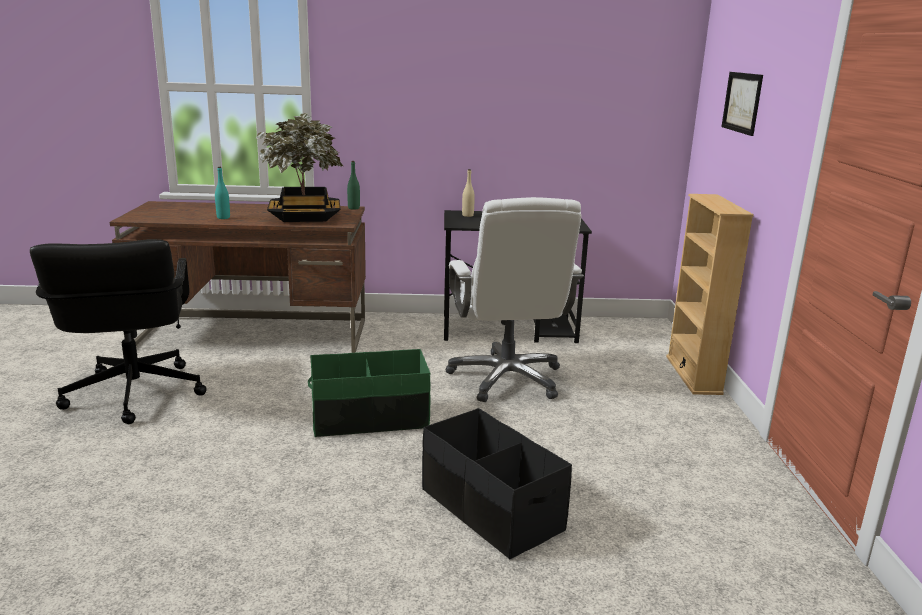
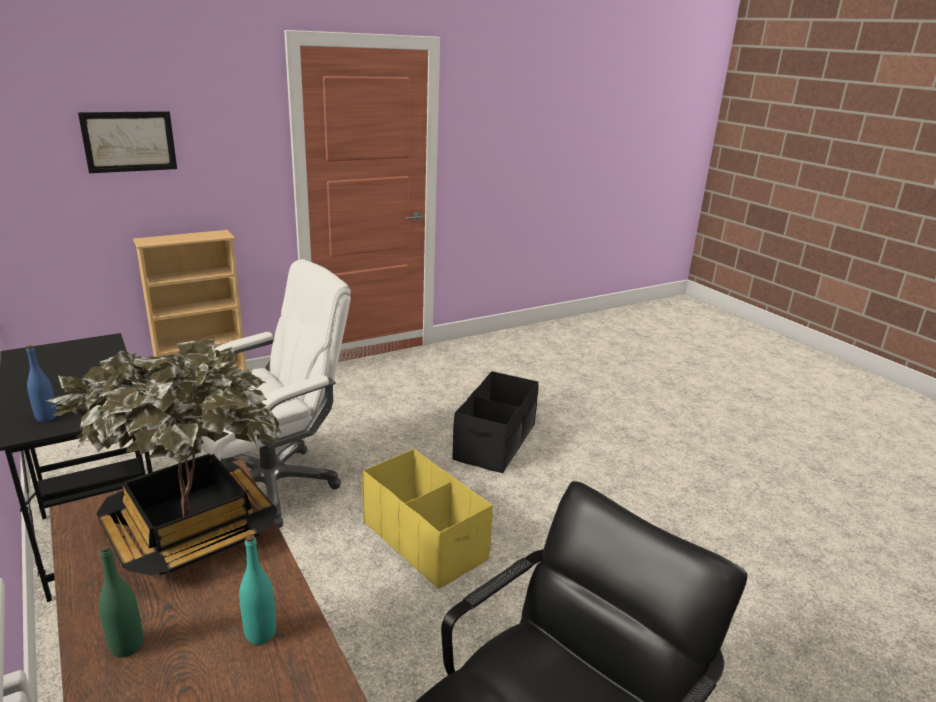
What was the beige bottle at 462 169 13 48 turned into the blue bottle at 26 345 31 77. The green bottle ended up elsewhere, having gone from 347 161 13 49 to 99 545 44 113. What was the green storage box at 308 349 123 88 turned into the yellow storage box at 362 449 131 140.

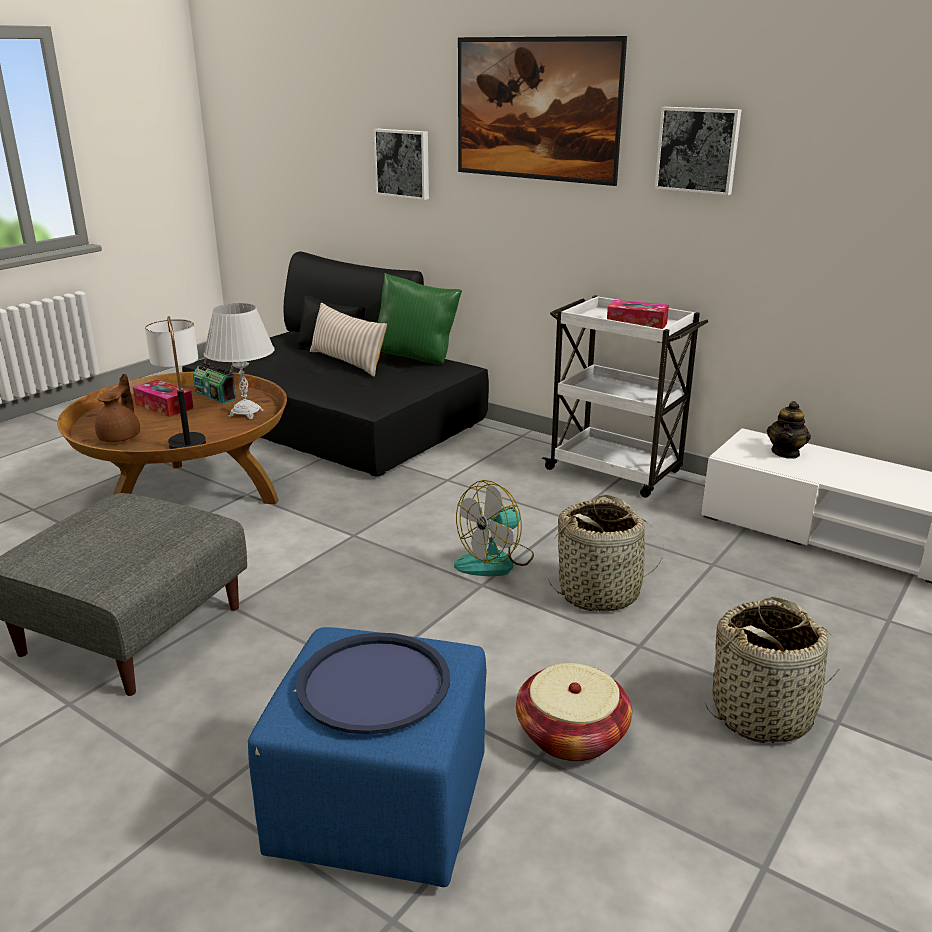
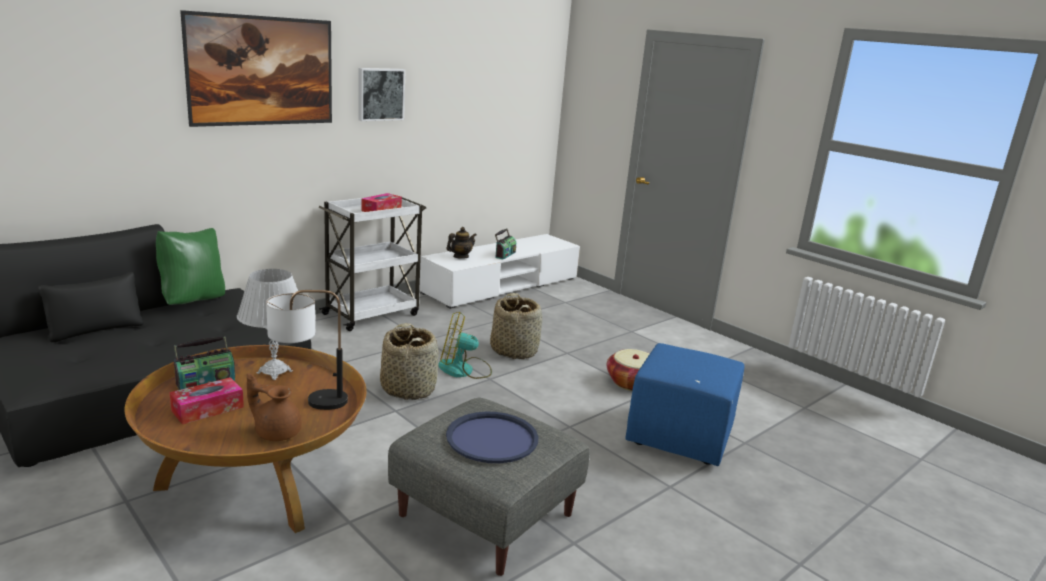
The basket ended up elsewhere, having gone from 705 597 134 146 to 380 323 59 77. The fan at 454 480 80 96 ended up facing another way, 120 degrees clockwise from before. The blue tray ended up elsewhere, having gone from 296 632 154 102 to 446 412 92 51. The teapot at 767 401 44 58 ended up facing another way, 75 degrees counterclockwise from before. The second view gained the radio at 495 229 21 31. The second view lost the beige pillow at 310 303 77 74. The second view lost the picture at 373 129 56 71.

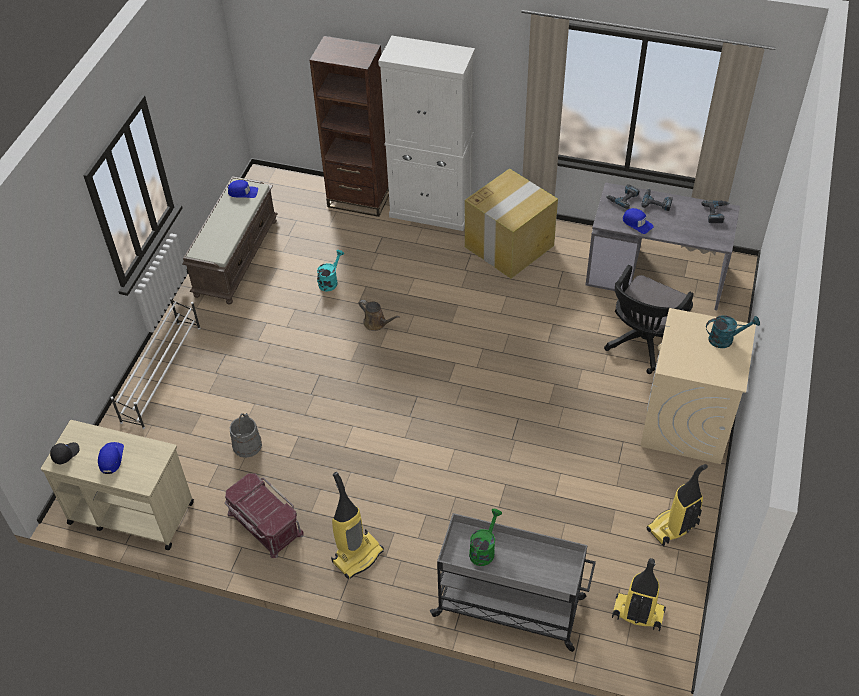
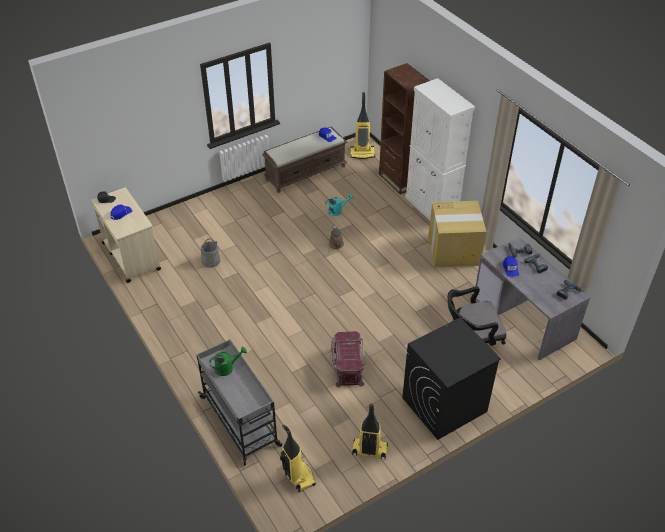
The red storage box ended up elsewhere, having gone from 225 474 79 84 to 331 331 34 57. The vacuum cleaner ended up elsewhere, having gone from 331 472 53 107 to 350 92 25 67. What was the beige washing machine at 640 308 116 156 turned into the black washing machine at 402 317 99 123. The second view lost the white shoe rack at 111 297 90 132. The second view lost the turquoise watering can at 706 315 54 33.

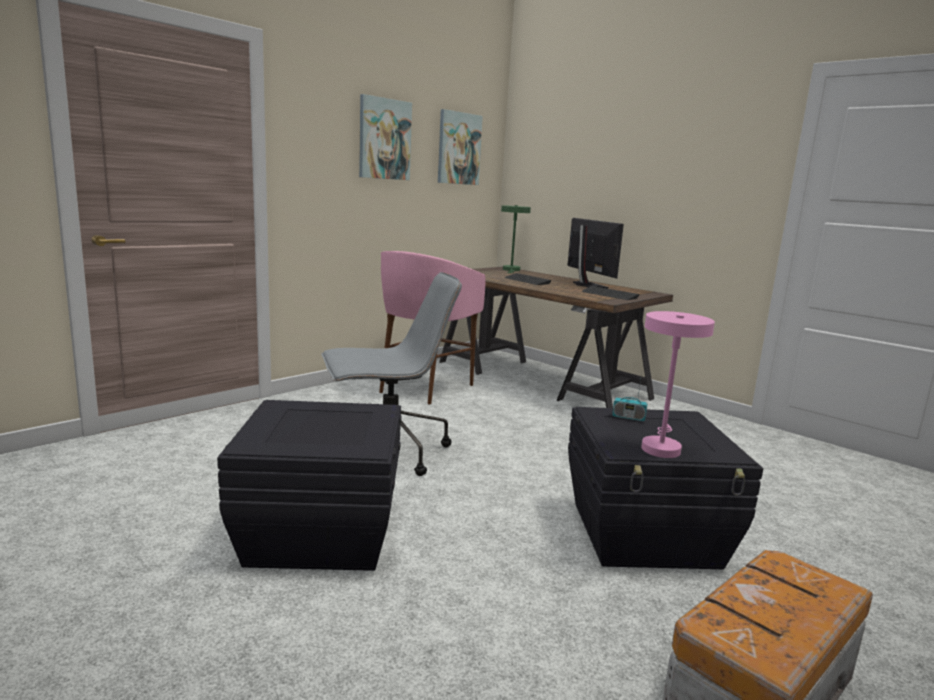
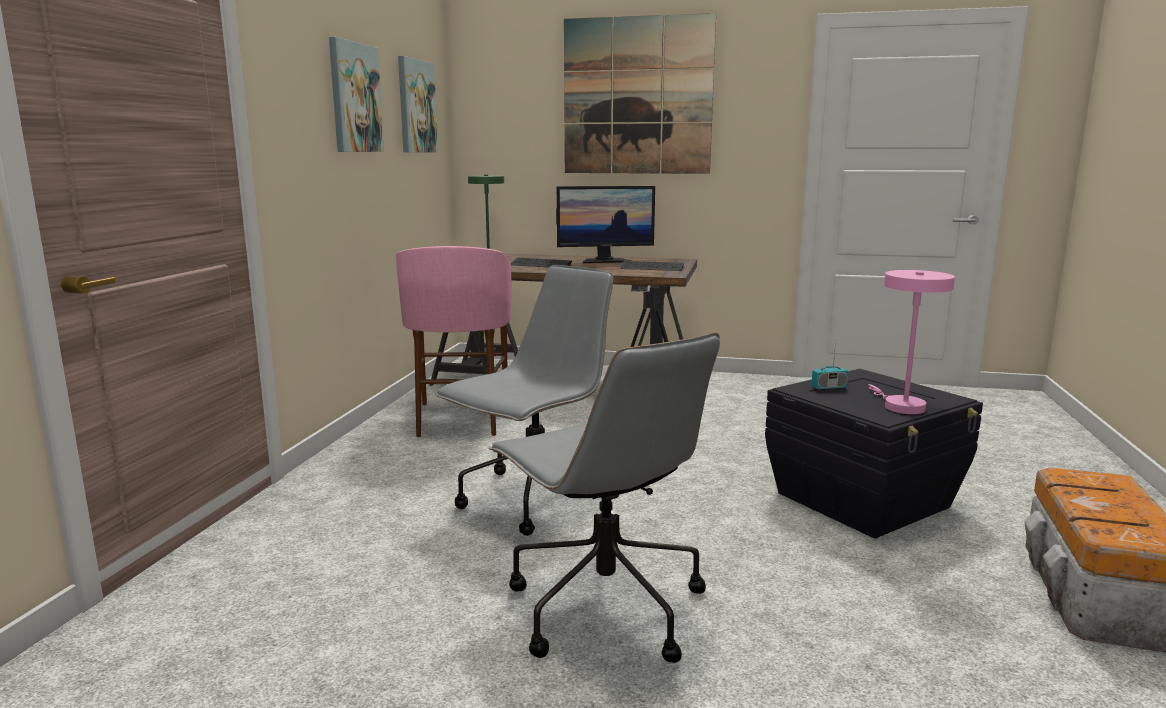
Where the black storage box stood at 217 400 185 171, the grey office chair came to stand at 489 332 231 331. The monitor at 568 218 56 71 ended up facing another way, 135 degrees clockwise from before. The second view gained the picture at 564 13 152 161.

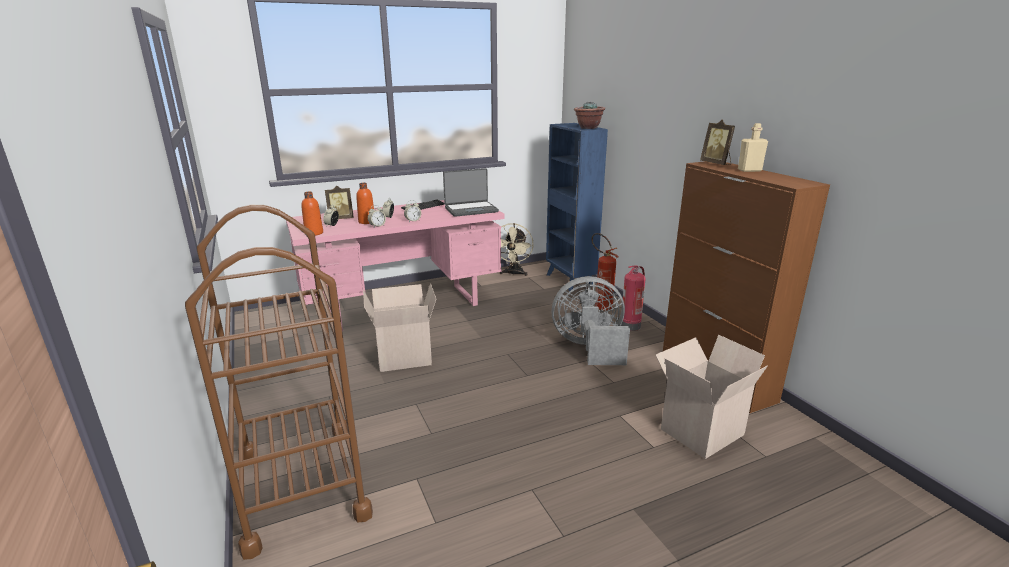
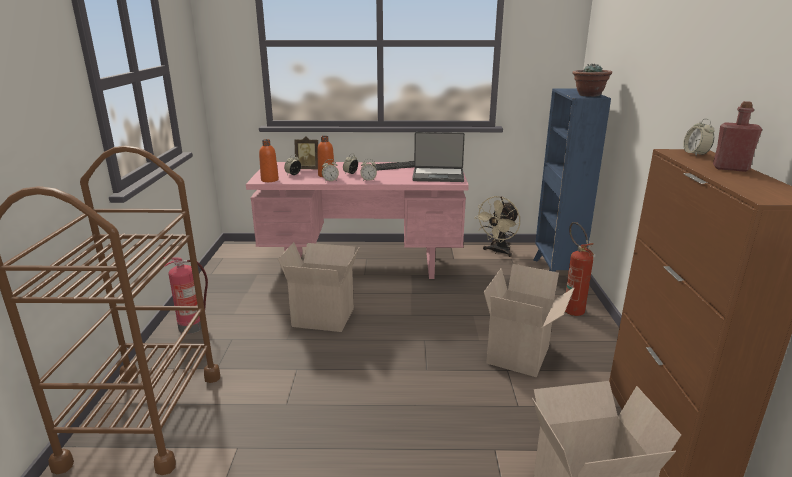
The fire extinguisher ended up elsewhere, having gone from 621 265 25 66 to 163 257 45 77. Where the grey fan stood at 552 276 78 89, the cardboard box came to stand at 484 264 91 113. Where the picture frame stood at 700 120 35 45, the alarm clock came to stand at 683 118 32 38. What was the beige bottle at 738 123 30 49 turned into the red bottle at 713 101 49 71.

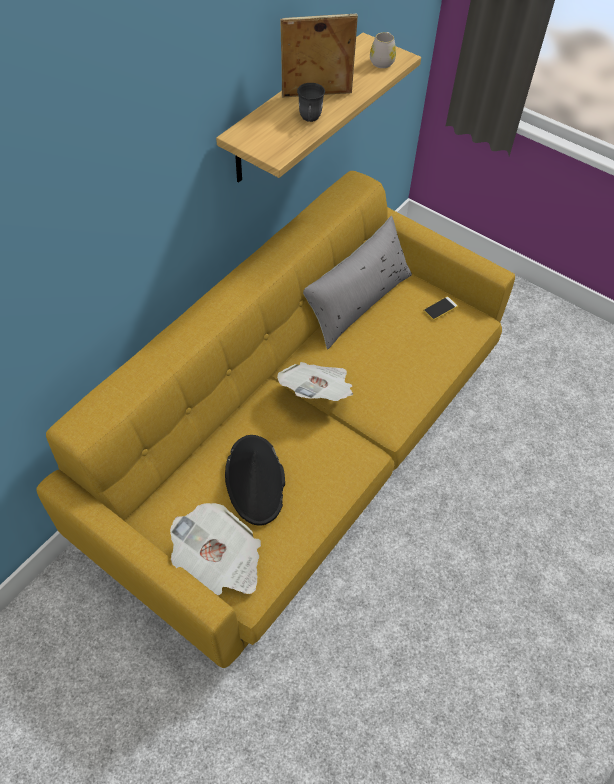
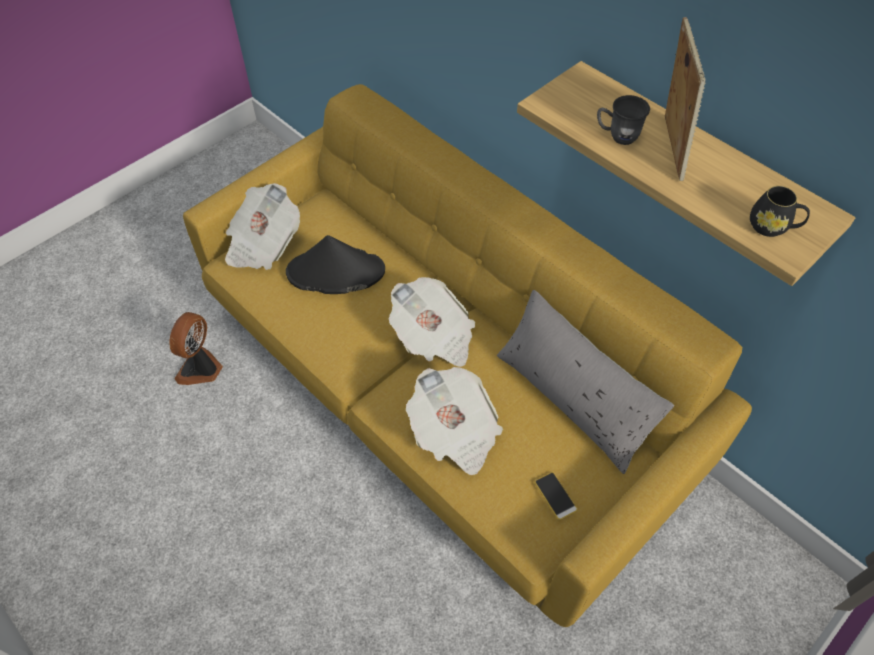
The second view gained the fan at 169 312 54 73. The second view gained the newspaper at 406 367 97 108. What was the white mug at 370 32 26 36 turned into the black mug at 750 186 60 51.

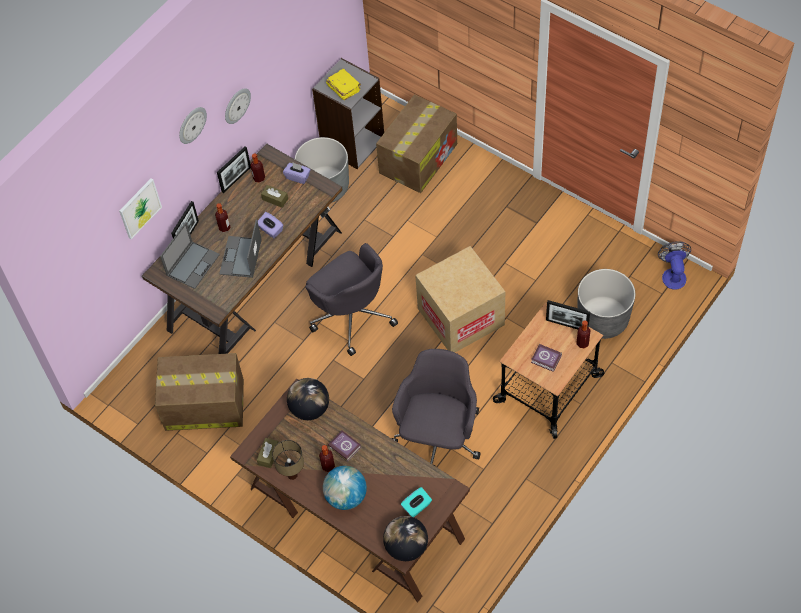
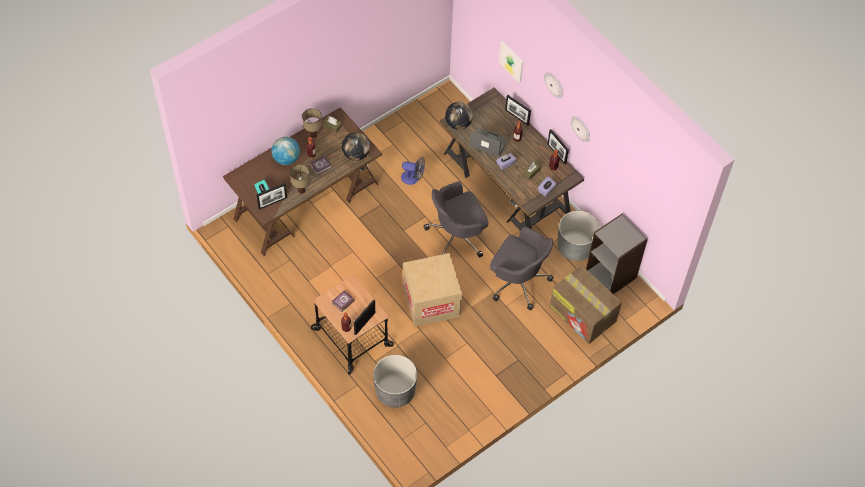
The second view gained the picture frame at 257 183 30 27. The second view gained the table lamp at 290 164 20 30. The fan ended up elsewhere, having gone from 658 241 33 49 to 401 157 24 28. The globe ended up elsewhere, having gone from 383 516 45 45 to 445 102 28 28. The grey office chair ended up elsewhere, having gone from 391 349 89 117 to 490 226 63 84. The second view lost the cardboard box at 155 353 89 78. The second view lost the laptop at 160 222 60 67. The second view lost the yellow book at 326 69 35 31.

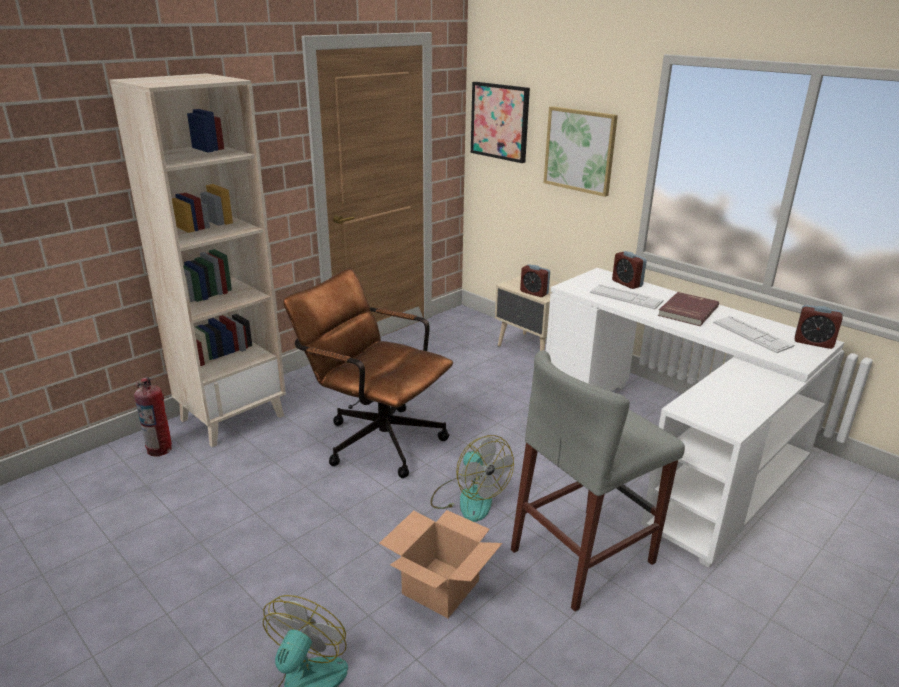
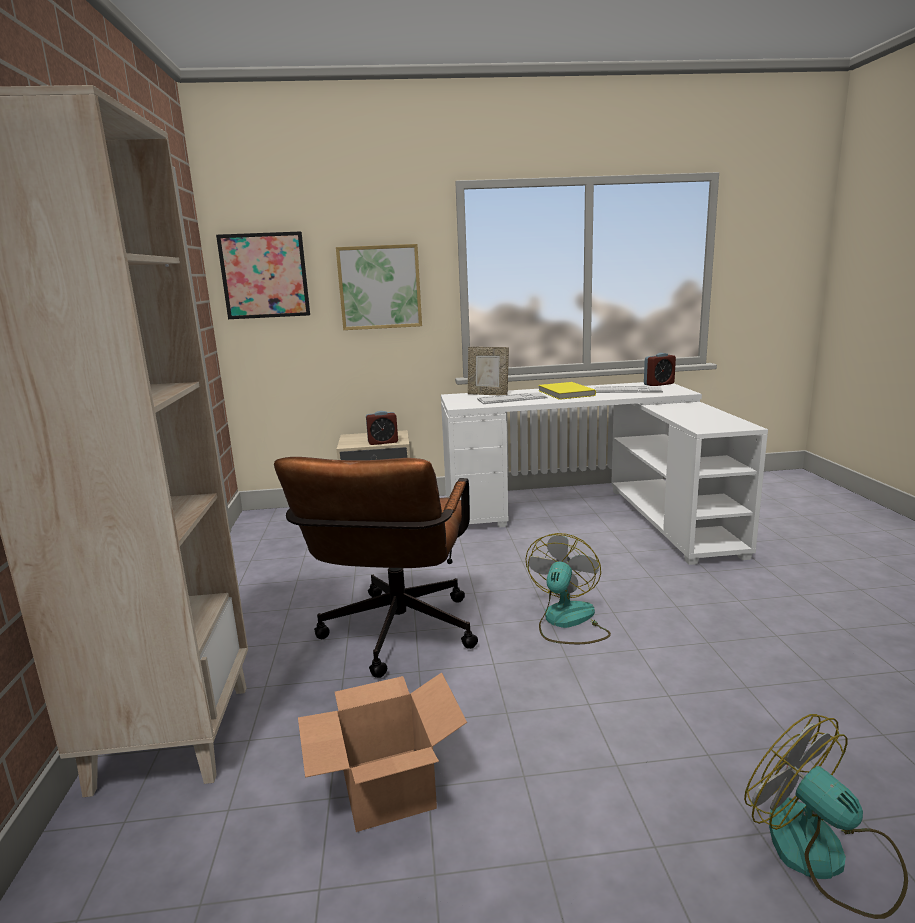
The brown office chair at 283 268 170 210 ended up facing another way, 60 degrees counterclockwise from before. The cardboard box ended up elsewhere, having gone from 379 510 124 108 to 298 672 169 160. Where the alarm clock stood at 612 251 35 38, the picture frame came to stand at 468 347 41 48. The fan at 430 435 84 87 ended up facing another way, 75 degrees counterclockwise from before. What was the red book at 658 292 61 34 turned into the yellow book at 538 382 58 18. The second view lost the fire extinguisher at 134 377 38 79. The second view lost the grey stool at 511 350 174 261.

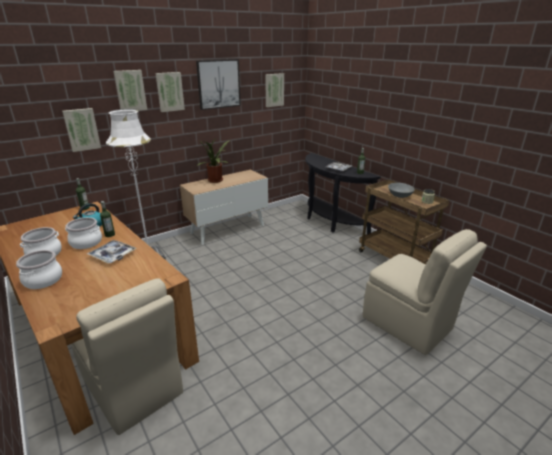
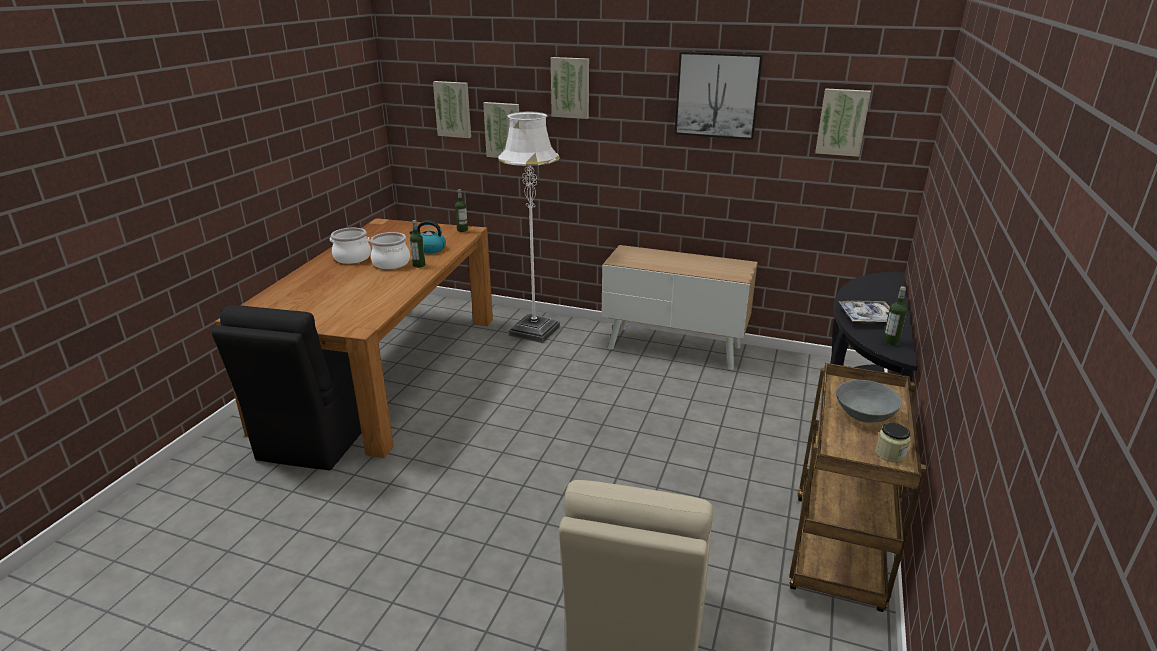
What was the beige chair at 71 278 112 157 turned into the black chair at 212 305 150 165. The picture ended up elsewhere, having gone from 155 72 30 40 to 433 81 38 57. The second view lost the cooking pot at 16 250 46 39. The second view lost the tray at 87 240 50 23. The second view lost the potted plant at 197 137 33 46.

